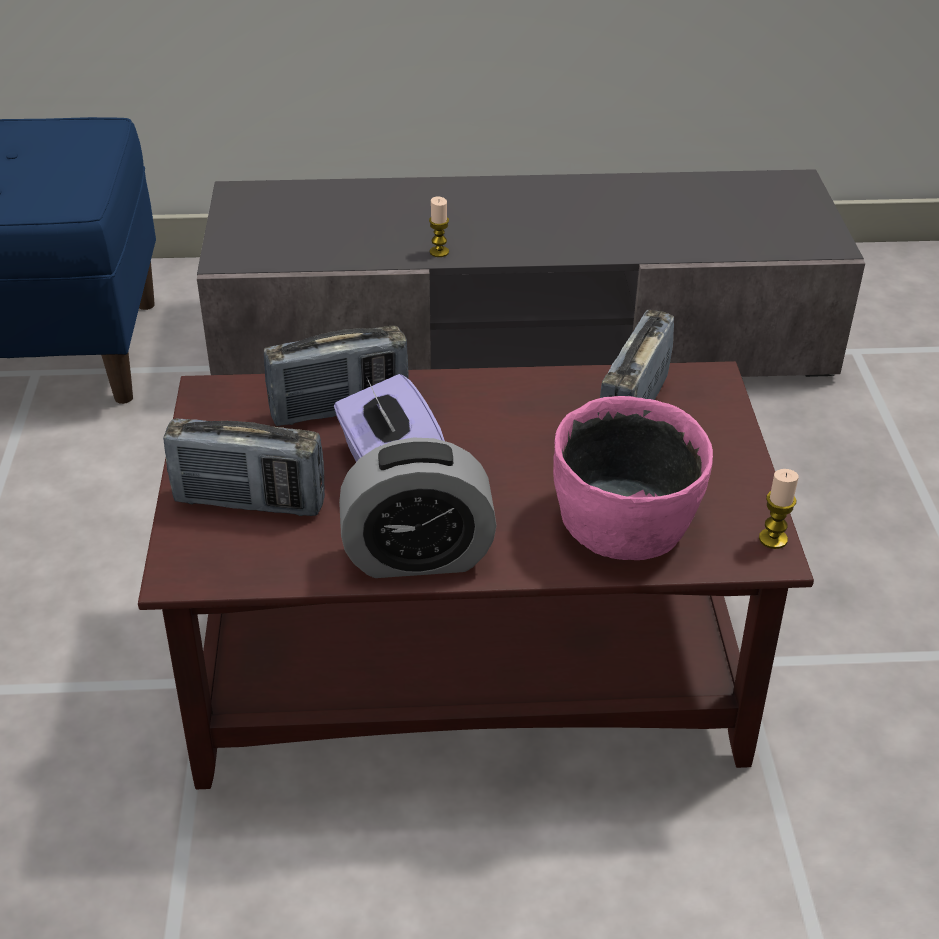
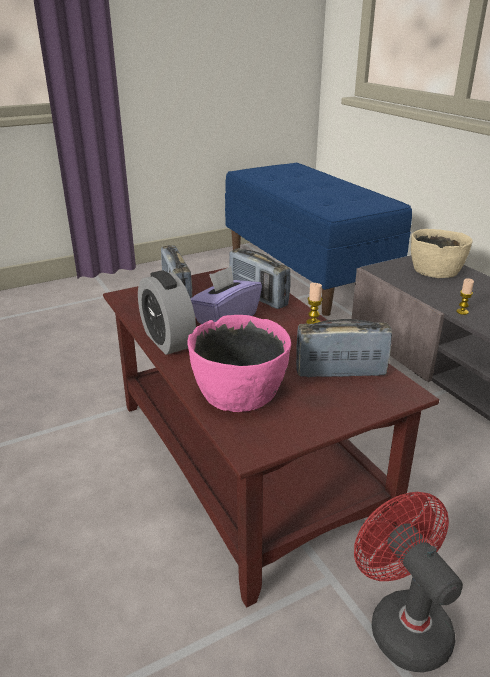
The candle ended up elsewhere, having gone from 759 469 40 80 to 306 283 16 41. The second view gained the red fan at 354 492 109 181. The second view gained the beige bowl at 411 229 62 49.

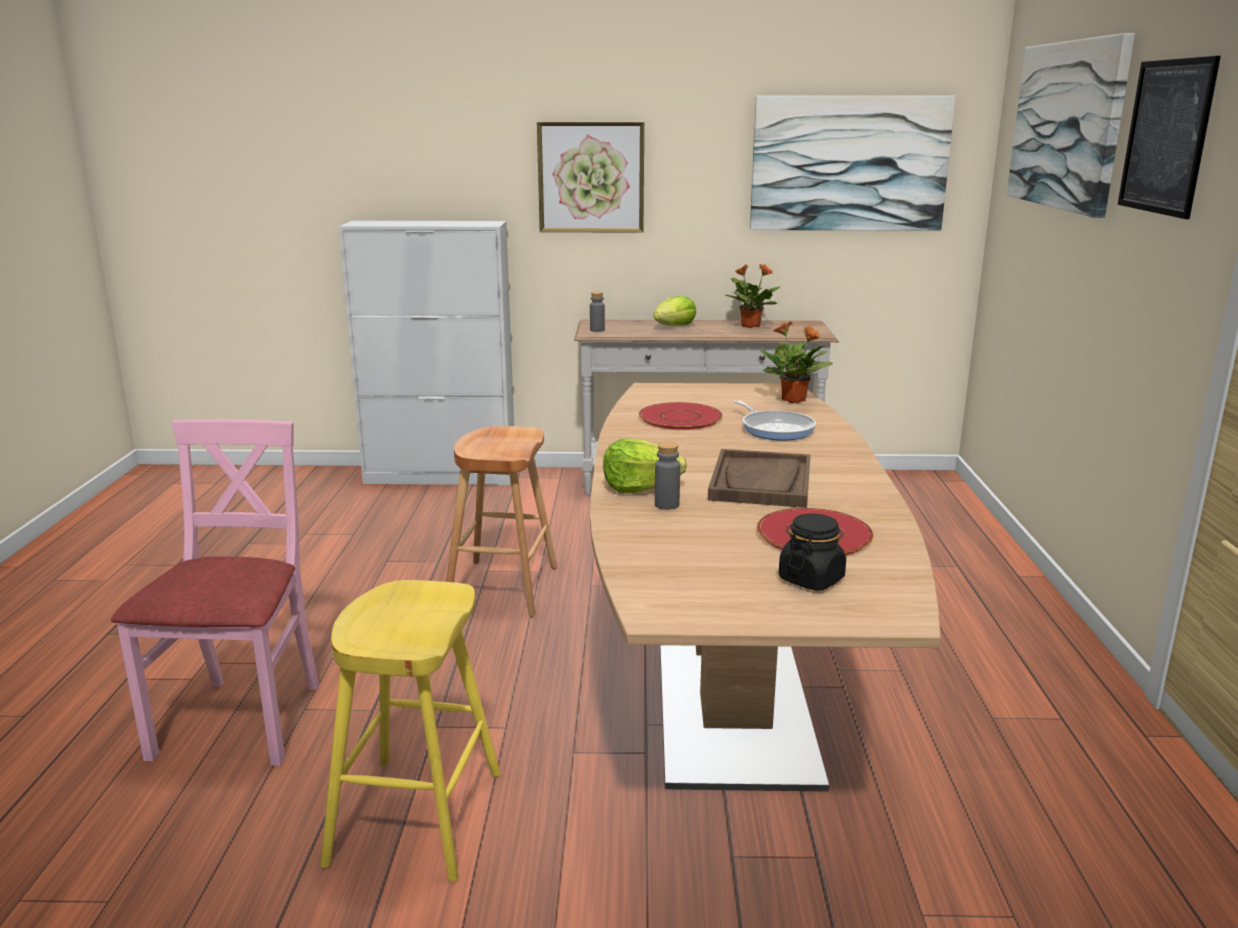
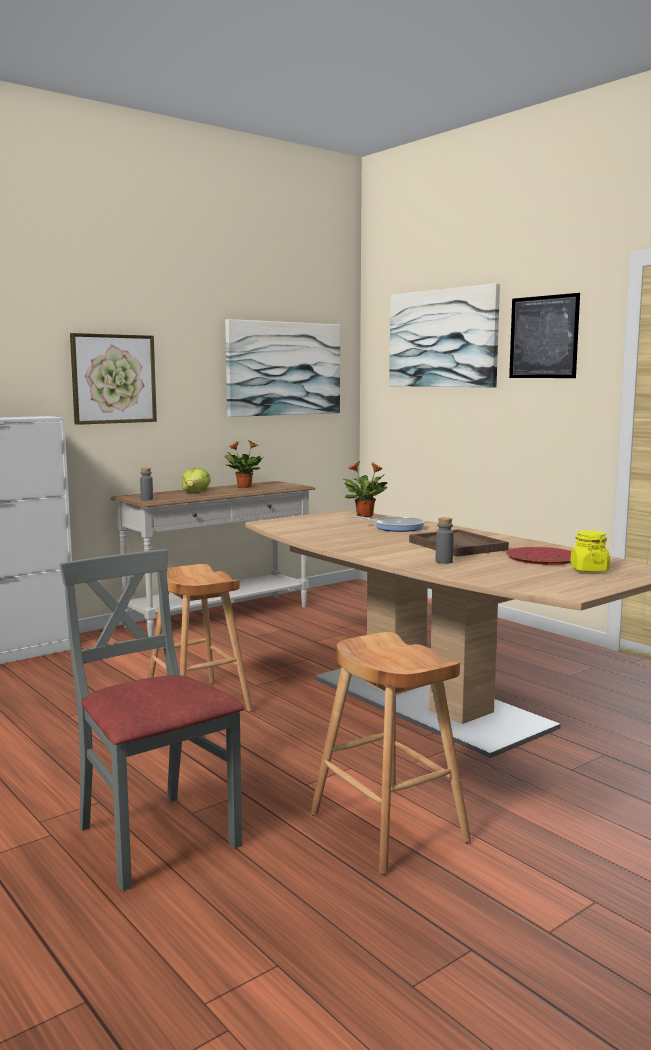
What was the pink chair at 111 419 208 347 turned into the grey chair at 60 549 184 342. What was the yellow stool at 320 580 181 302 turned into the brown stool at 310 632 161 242. What was the black jar at 779 513 67 77 turned into the yellow jar at 570 530 40 42. The second view lost the lettuce at 603 438 84 55. The second view lost the red plate at 639 402 83 28.

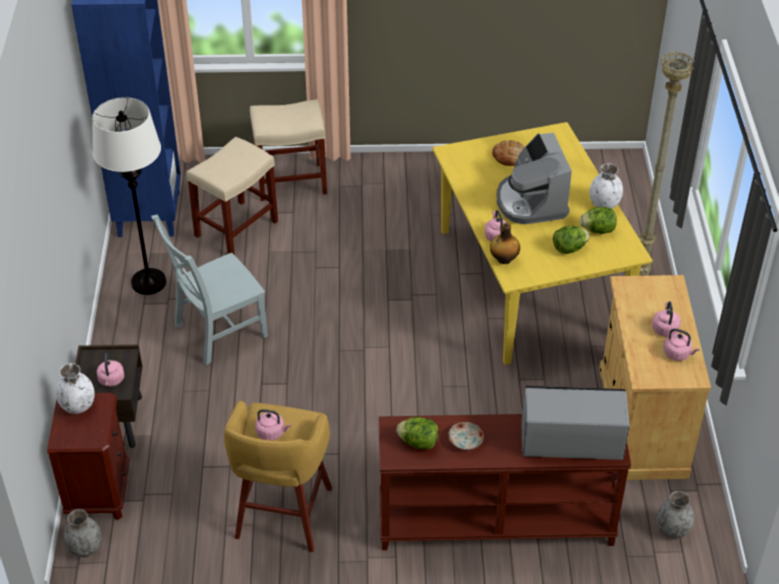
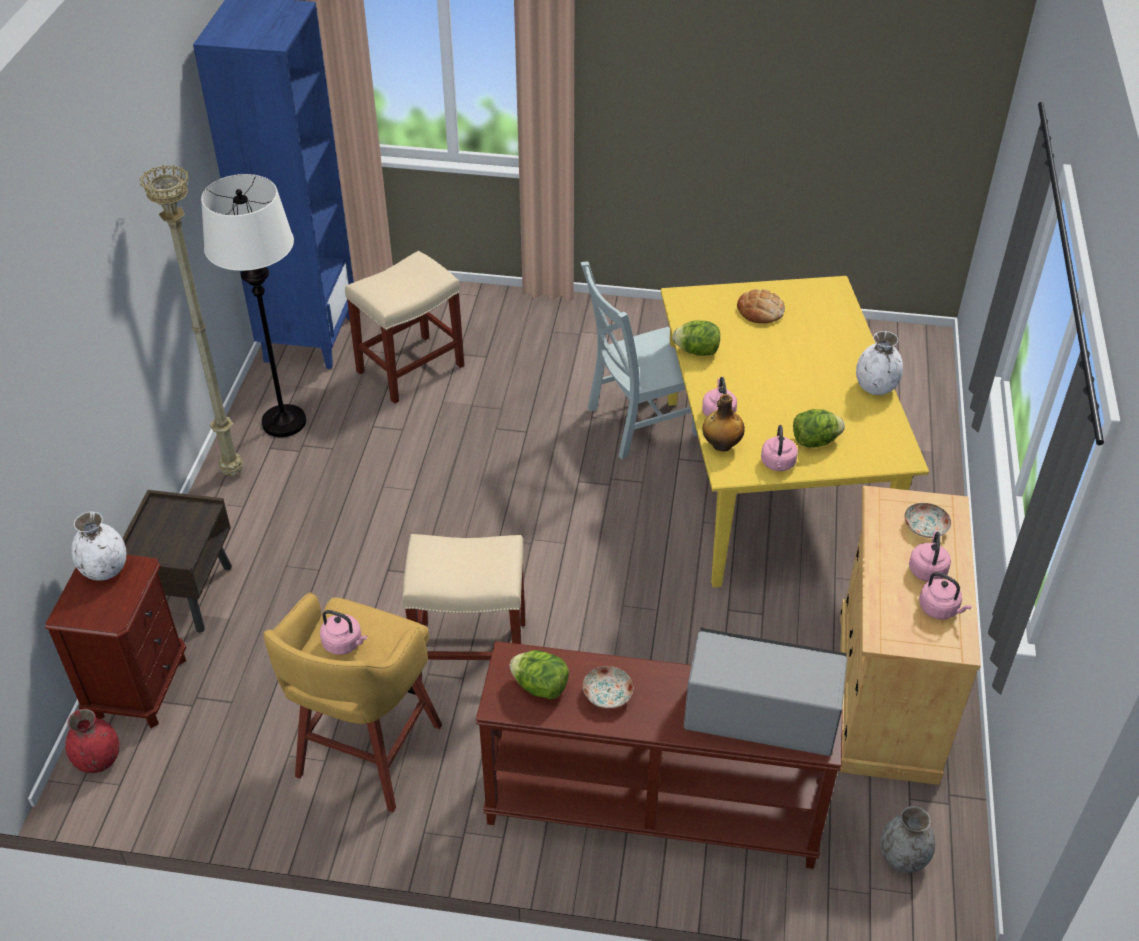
What was the grey vase at 63 509 39 48 turned into the red vase at 65 709 54 64. The beige floor lamp ended up elsewhere, having gone from 639 51 55 225 to 139 165 104 311. The beige stool ended up elsewhere, having gone from 250 99 77 102 to 402 534 123 147. The grey chair ended up elsewhere, having gone from 151 215 117 150 to 581 261 117 198. The lettuce ended up elsewhere, having gone from 580 207 37 27 to 672 321 48 35. The pink kettle ended up elsewhere, having gone from 97 353 27 34 to 761 425 37 46. The second view gained the plate at 904 503 47 35. The second view lost the coffee machine at 497 133 75 91.

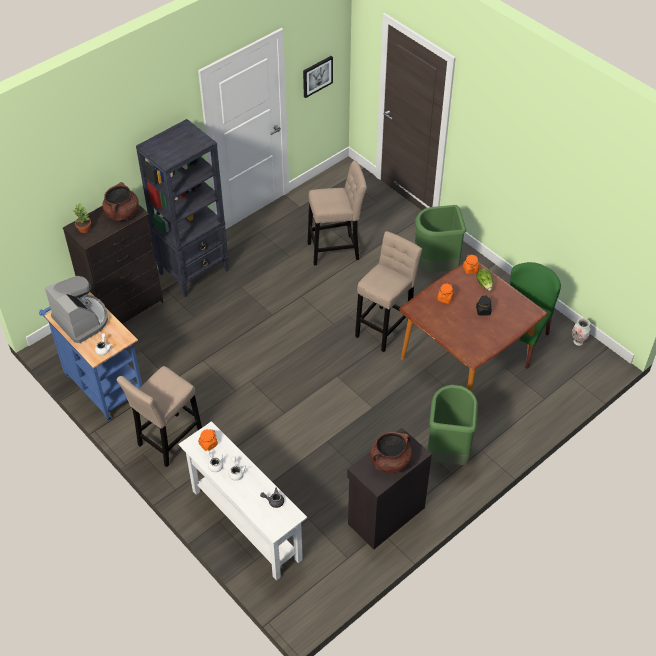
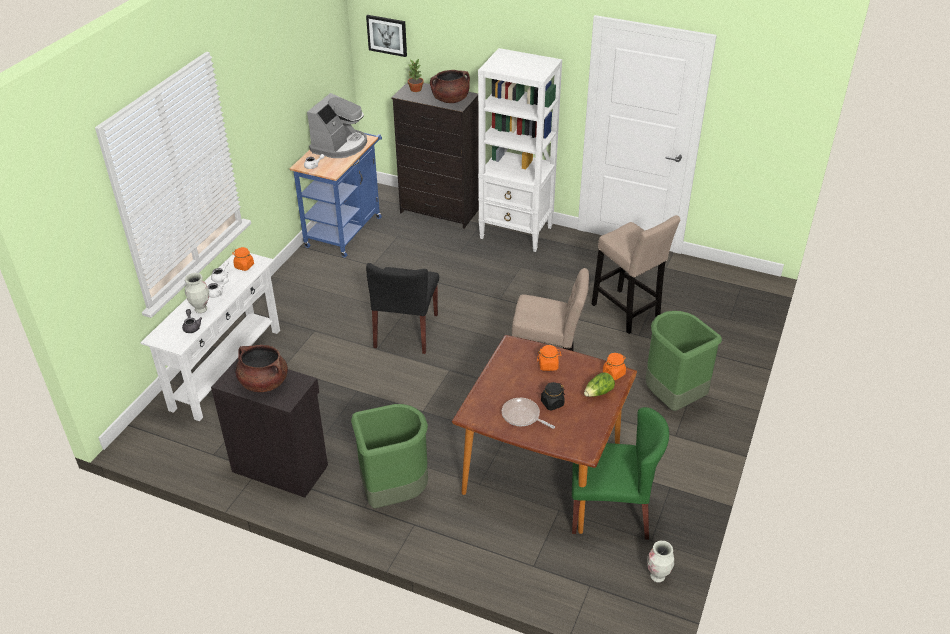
The second view gained the vase at 185 273 24 40. The picture ended up elsewhere, having gone from 303 56 30 42 to 366 15 41 42. The second view gained the black chair at 366 263 73 91. What was the black bookcase at 136 119 93 178 turned into the white bookcase at 478 48 84 204. The second view gained the frying pan at 502 398 53 31. The second view lost the beige stool at 117 366 85 101.

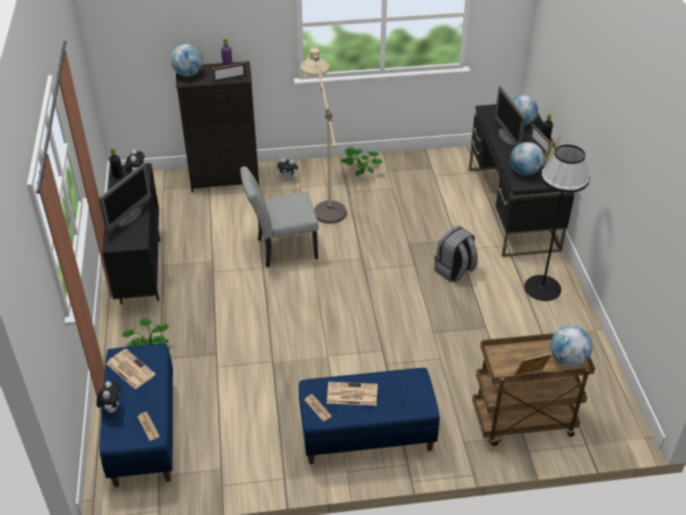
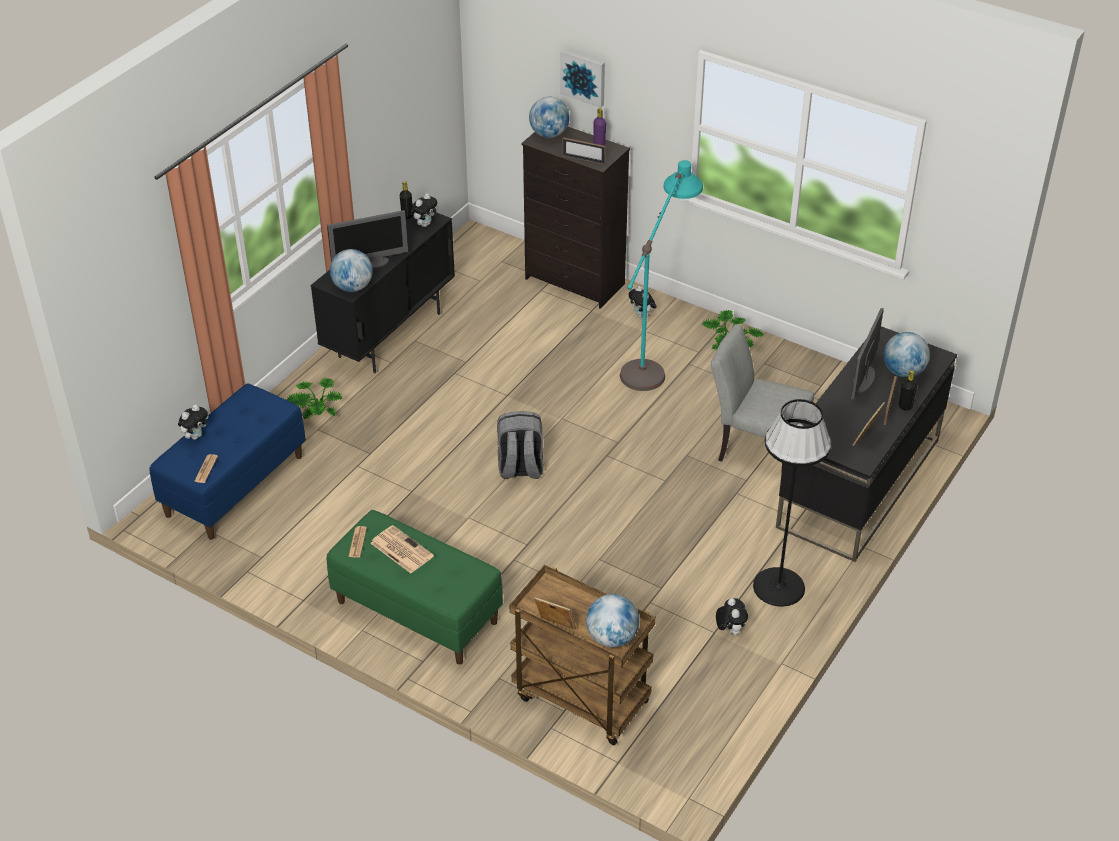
What was the blue bench at 299 368 141 96 turned into the green bench at 327 510 176 155. The globe ended up elsewhere, having gone from 510 142 34 33 to 330 249 43 43. The grey backpack ended up elsewhere, having gone from 434 226 44 56 to 497 411 47 68. The second view gained the picture at 560 49 45 59. What was the beige floor lamp at 300 48 47 176 turned into the turquoise floor lamp at 620 160 83 231. The grey chair ended up elsewhere, having gone from 240 166 79 101 to 711 324 103 151. The second view gained the plush toy at 716 598 32 37. The second view lost the newspaper at 106 349 50 41.

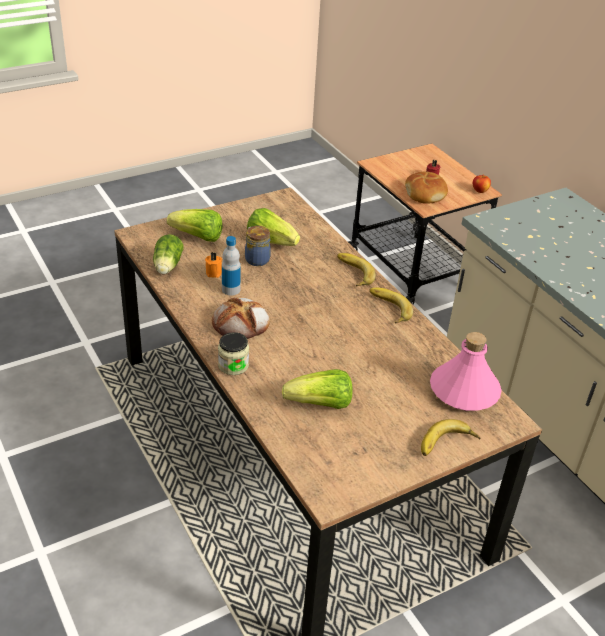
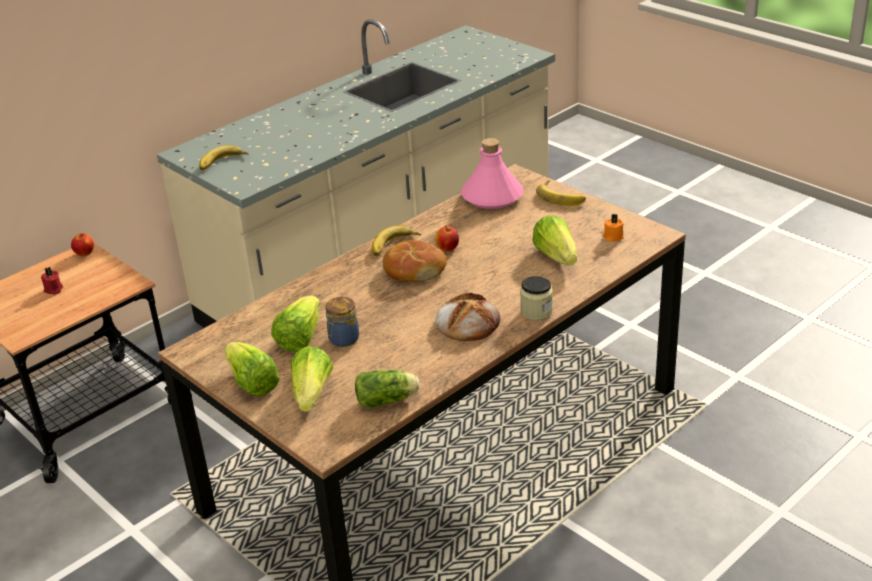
The banana ended up elsewhere, having gone from 337 253 39 33 to 199 145 50 25. The second view gained the lettuce at 224 342 56 55. The bread ended up elsewhere, having gone from 405 172 43 32 to 383 240 64 42. The second view gained the apple at 435 225 24 26. The orange candle ended up elsewhere, having gone from 205 252 17 26 to 602 214 22 28. The second view lost the bottle at 222 236 19 60.

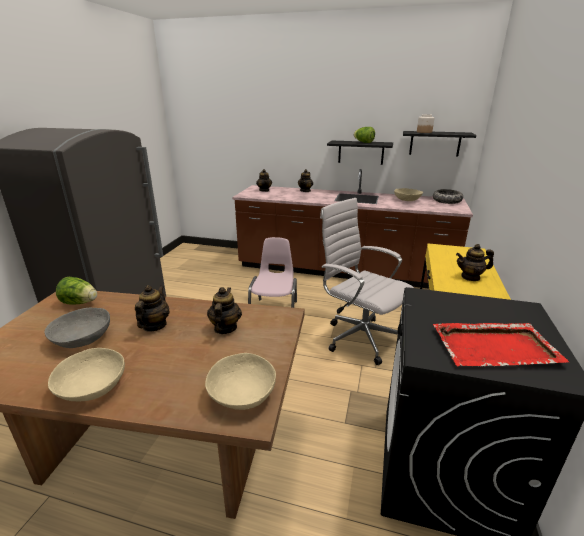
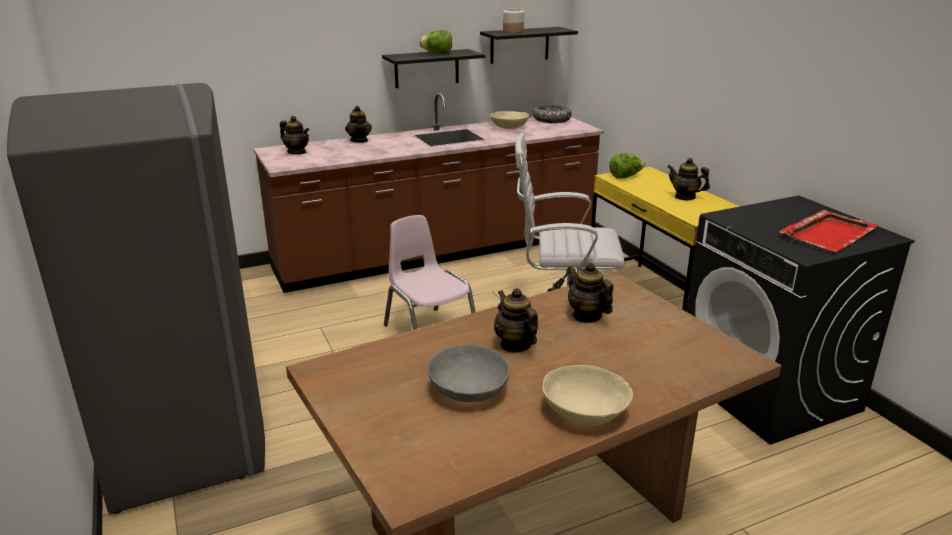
The lettuce ended up elsewhere, having gone from 56 277 41 28 to 609 153 36 26. The teapot at 456 244 38 37 ended up facing another way, 75 degrees clockwise from before. The second view lost the beige bowl at 205 353 71 57.

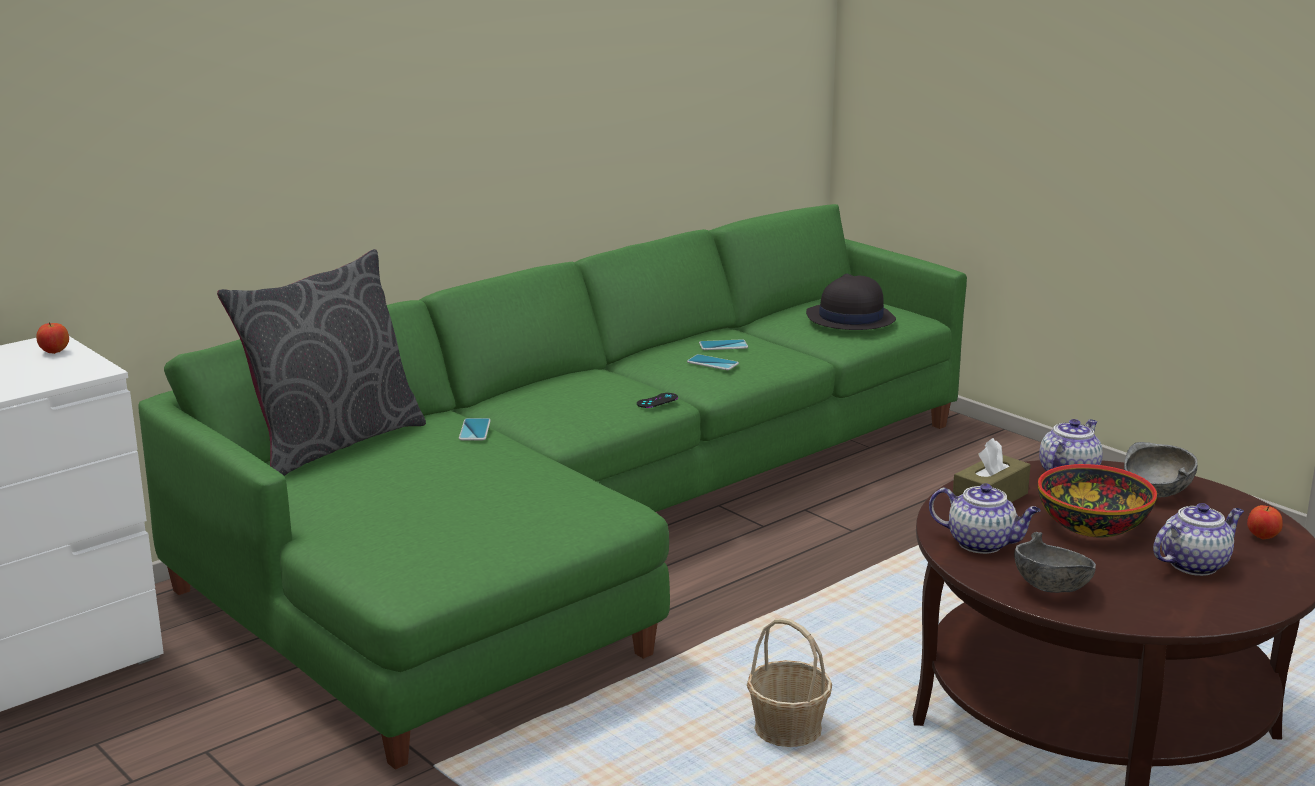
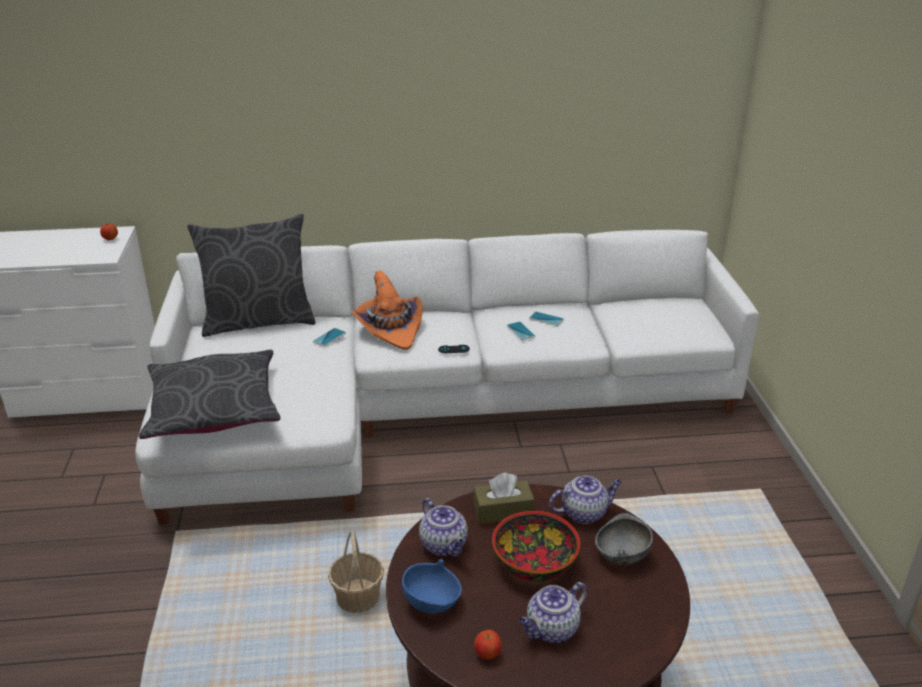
What was the green sofa at 138 204 829 566 turned into the white sofa at 135 230 624 295. The second view gained the grey pillow at 139 350 141 89. The second view gained the orange hat at 352 270 71 80. What was the grey bowl at 1014 532 82 61 turned into the blue bowl at 402 559 60 54. The apple ended up elsewhere, having gone from 1247 505 36 34 to 474 630 28 30. The teapot at 1153 503 91 73 ended up facing another way, 135 degrees clockwise from before. The second view lost the black hat at 806 274 90 56.

